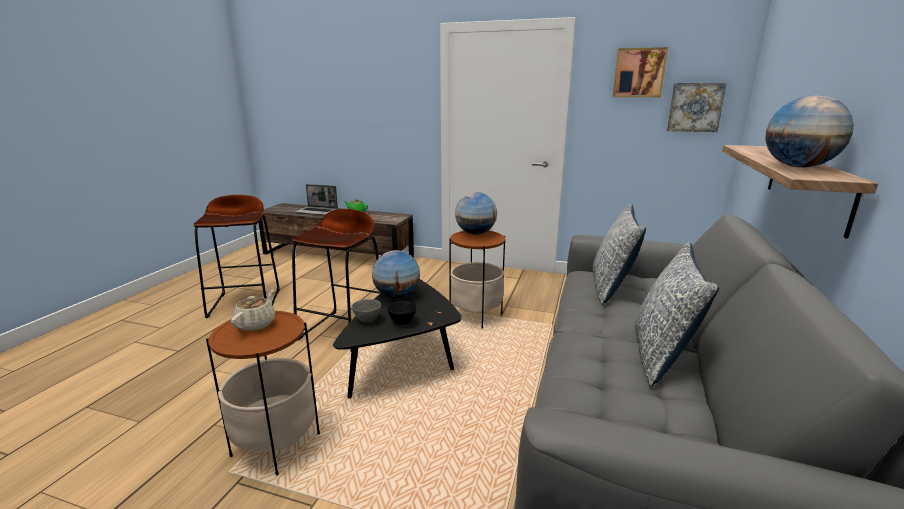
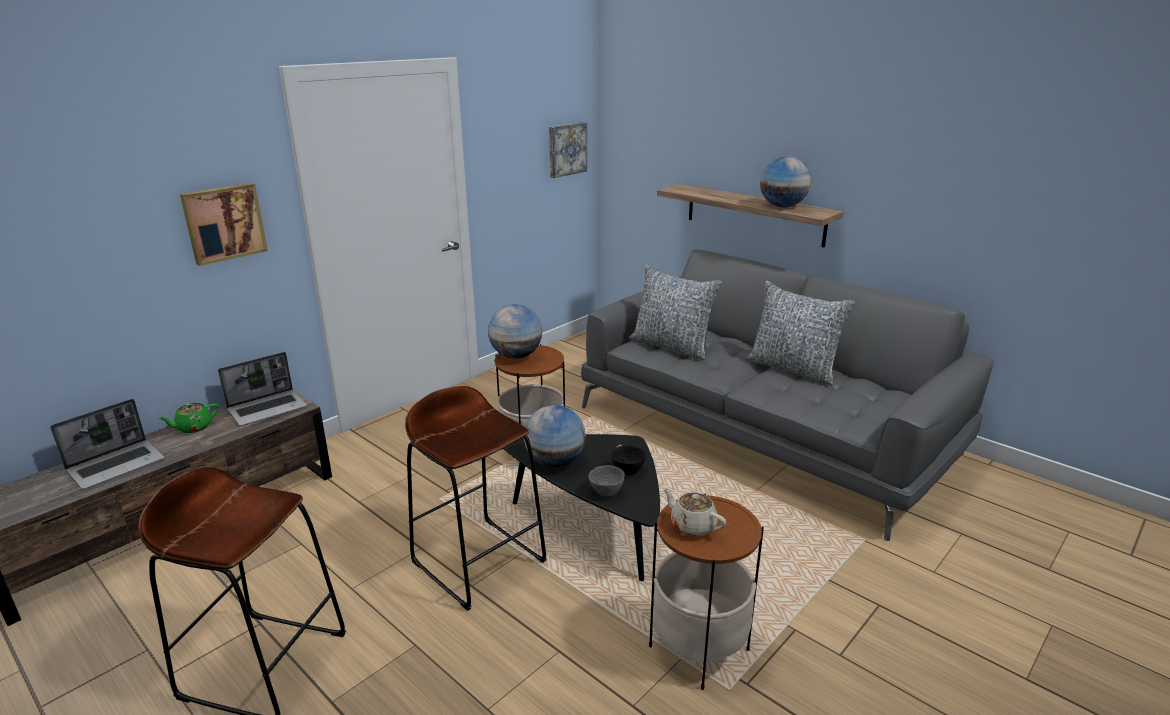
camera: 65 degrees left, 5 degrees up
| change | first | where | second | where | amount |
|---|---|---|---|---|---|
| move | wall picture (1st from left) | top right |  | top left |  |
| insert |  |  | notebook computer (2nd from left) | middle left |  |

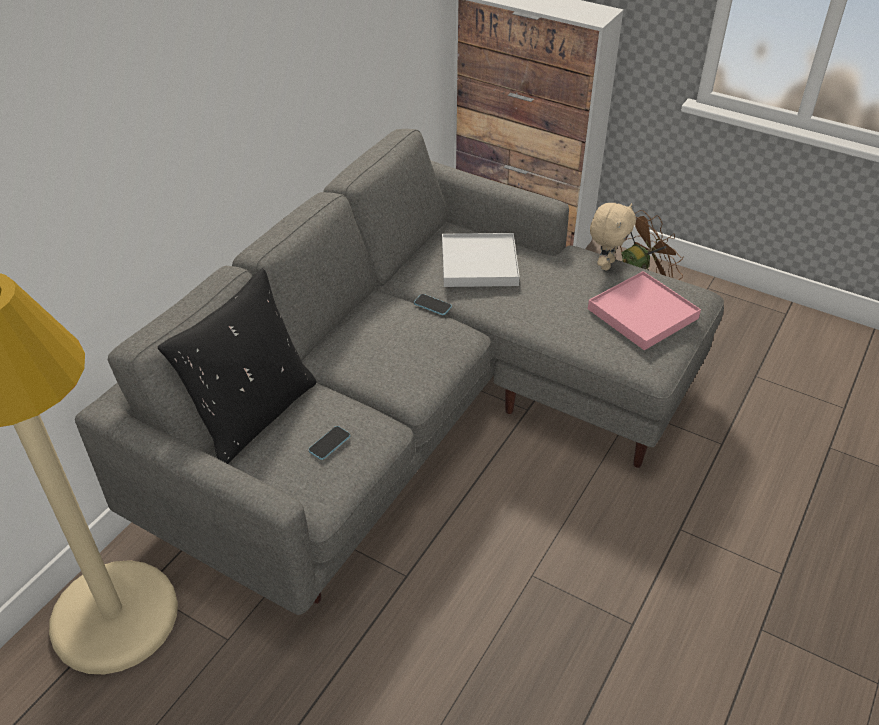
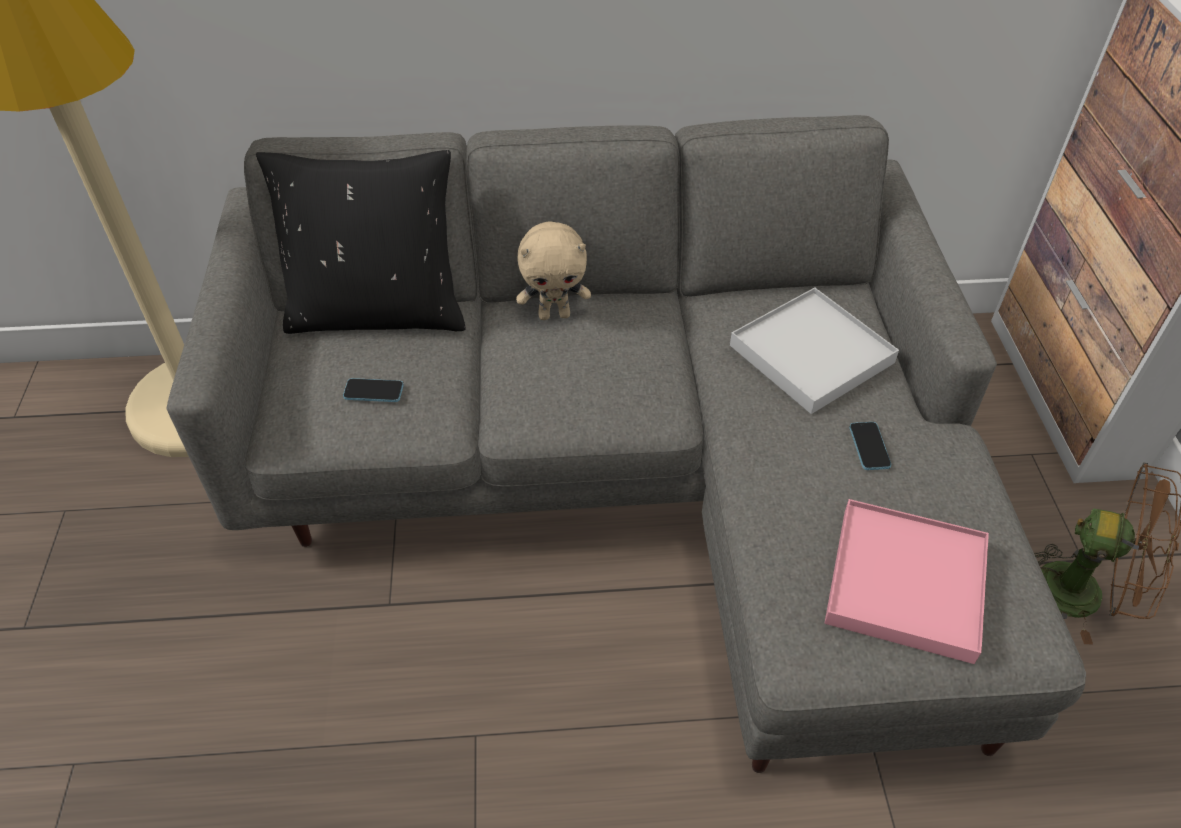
camera: 55 degrees right, 5 degrees up
| change | first | where | second | where | amount |
|---|---|---|---|---|---|
| move | beige-coloured cuddly toy | top right |  | top centre |  |
| move | handset (2nd from left) | centre |  | middle right |  |

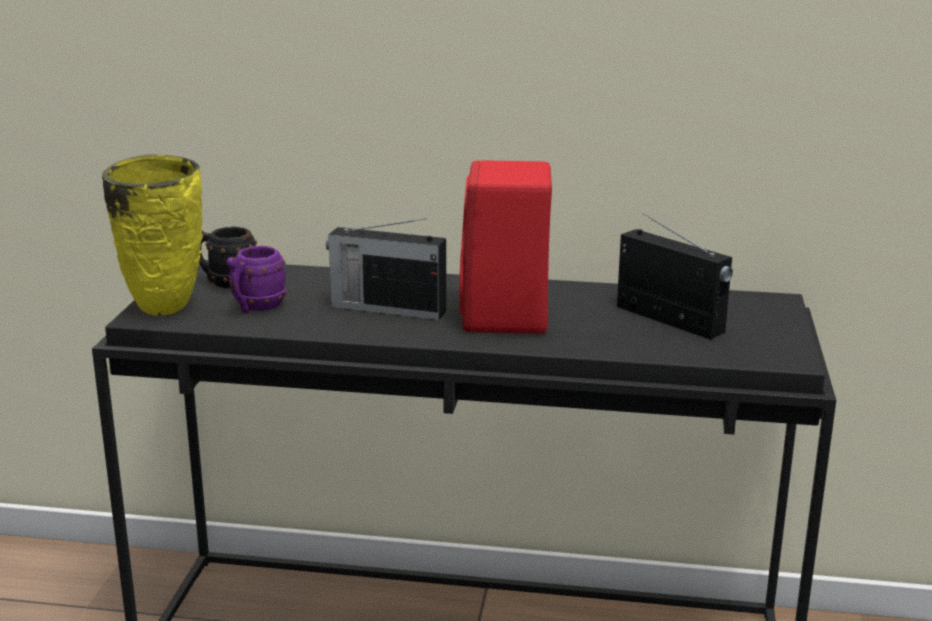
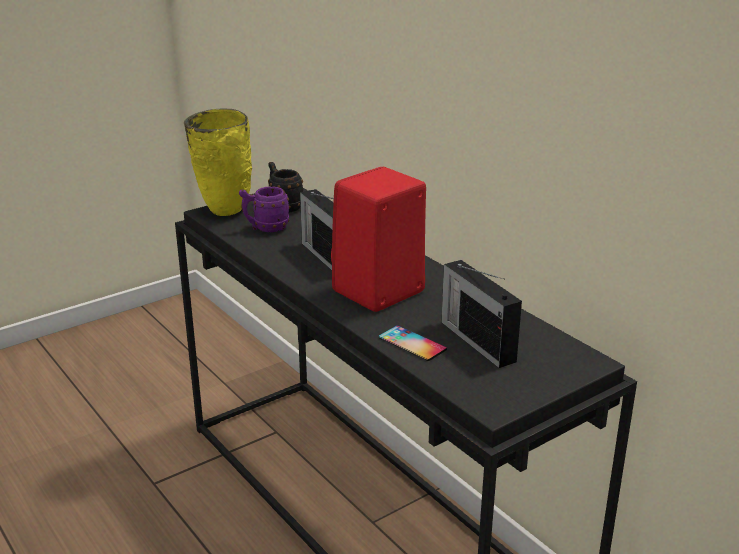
camera: 45 degrees right, 5 degrees up
| change | first | where | second | where | amount |
|---|---|---|---|---|---|
| rotate | radio set (2nd from left) | middle right |  | centre | 150 degrees clockwise |
| insert |  |  | handset | centre |  |

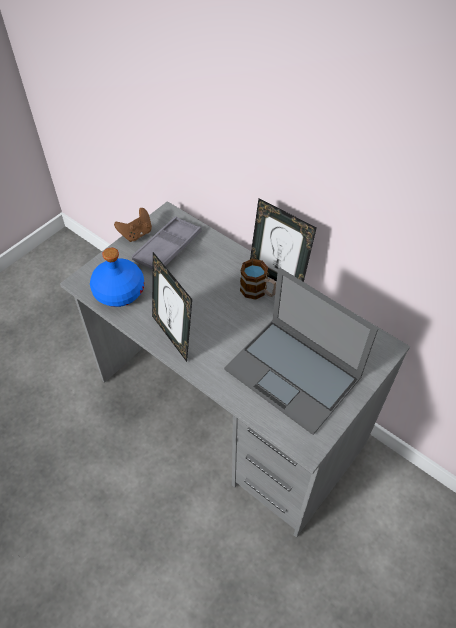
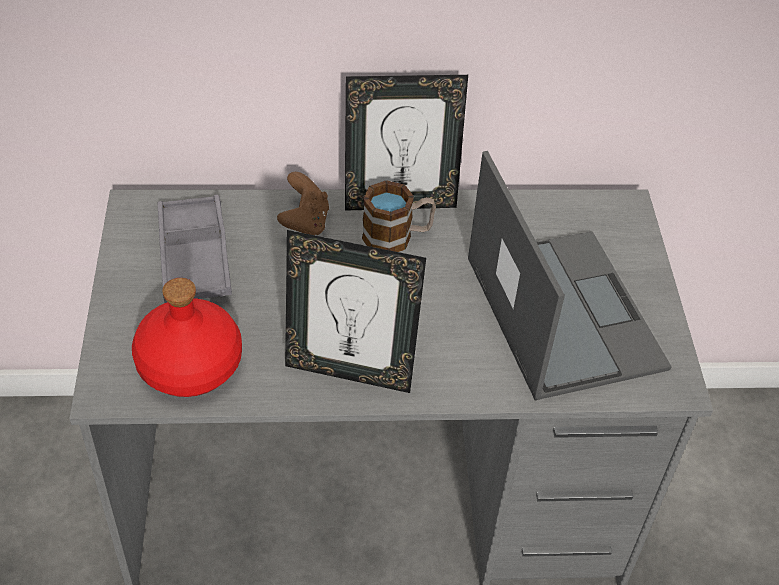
camera: 45 degrees left, 5 degrees down
| change | first | where | second | where | amount |
|---|---|---|---|---|---|
| move | brown joypad | middle left |  | centre |  |
| recolor | blue-coloured drink bottle | middle left | red drink bottle | middle left |  |
| rotate | notebook computer | centre |  | middle right | 105 degrees counterclockwise |

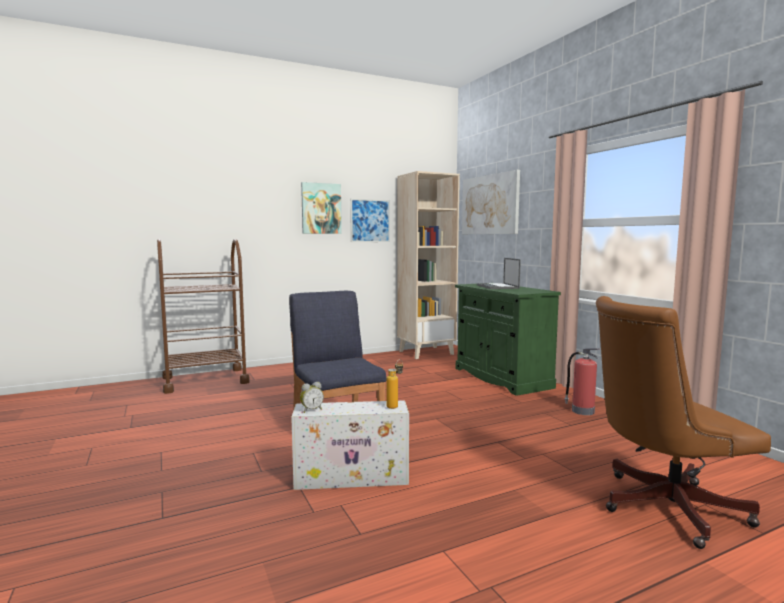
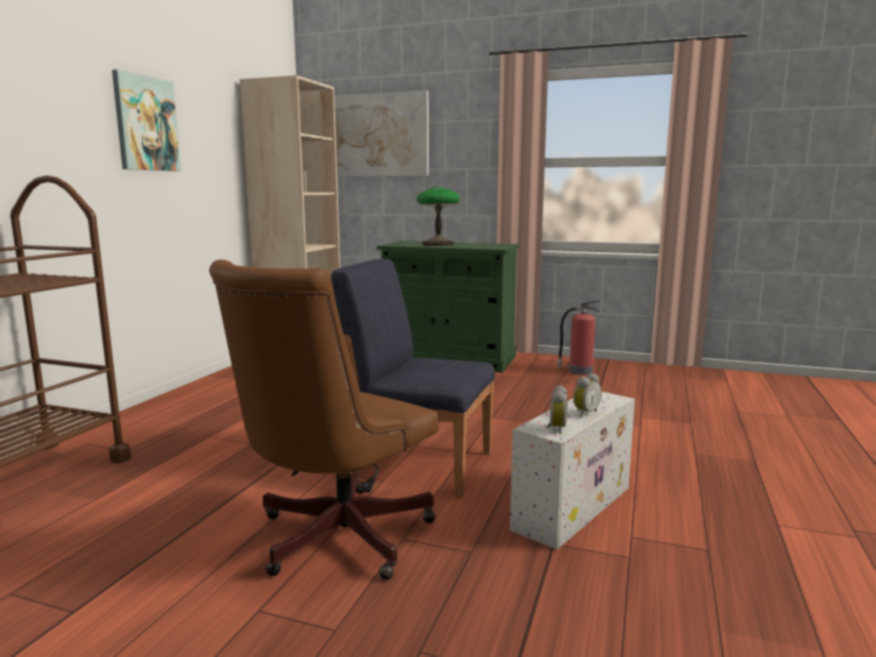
camera: 45 degrees left, 5 degrees up
| change | first | where | second | where | amount |
|---|---|---|---|---|---|
| delete | wall picture (2nd from left) | centre |  |  |  |
| replace | notebook computer | centre | lamp for a table | top centre |  |
| move | brown computer chair | bottom right |  | centre |  |
| delete | drink bottle | centre |  |  |  |
| insert |  |  | bedside clock (2nd from left) | middle right |  |

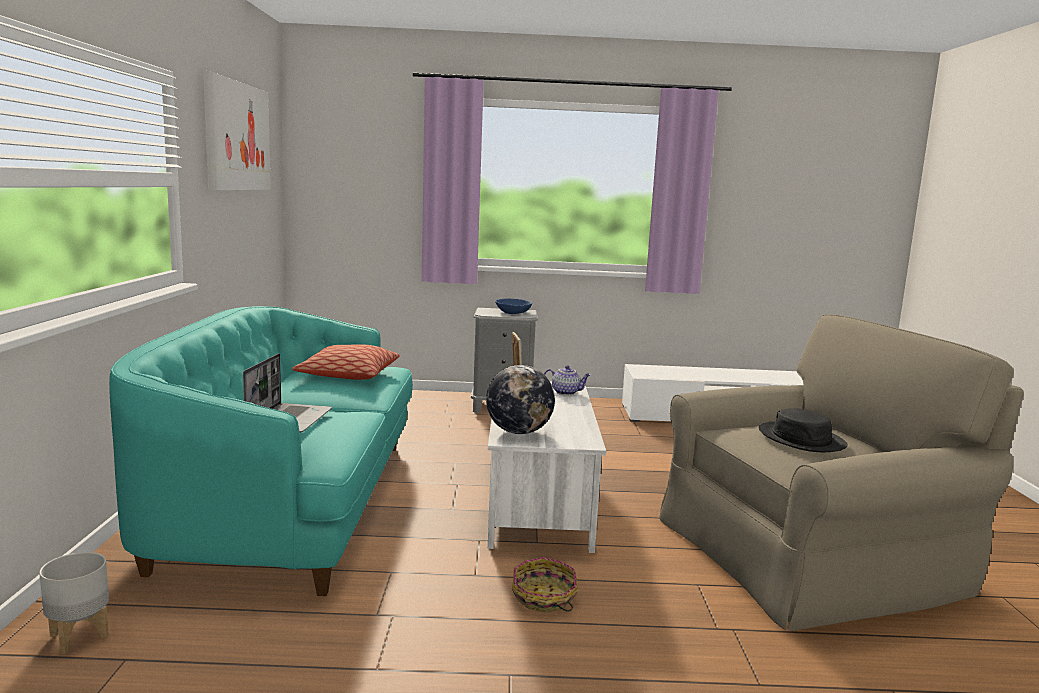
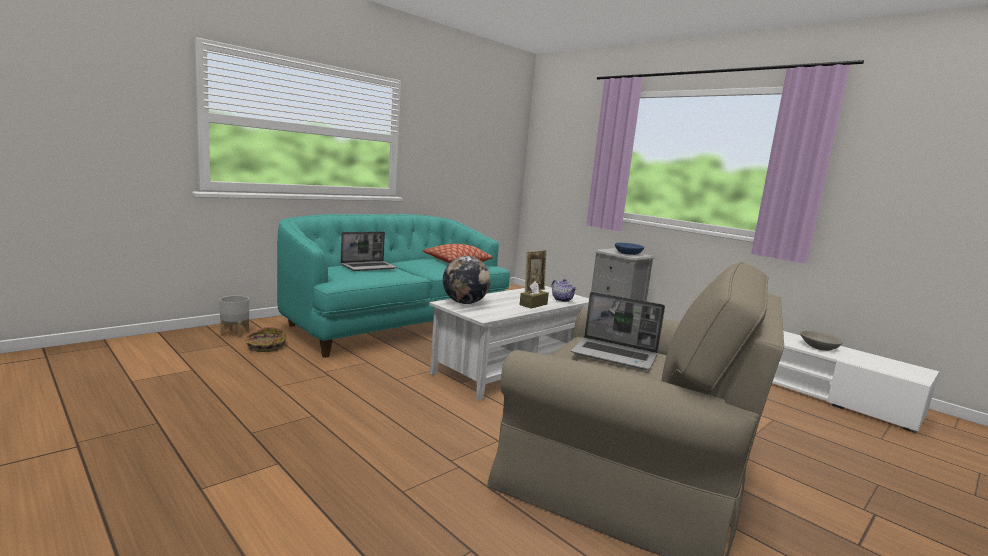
camera: 45 degrees right, 0 degrees up
| change | first | where | second | where | amount |
|---|---|---|---|---|---|
| delete | wall picture | top left |  |  |  |
| replace | black-coloured wearable hat | middle right | notebook computer (2nd from left) | centre |  |
| move | household basket | bottom centre |  | middle left |  |
| insert |  |  | brown box of tissues | centre |  |
| insert |  |  | grey serving bowl | middle right |  |

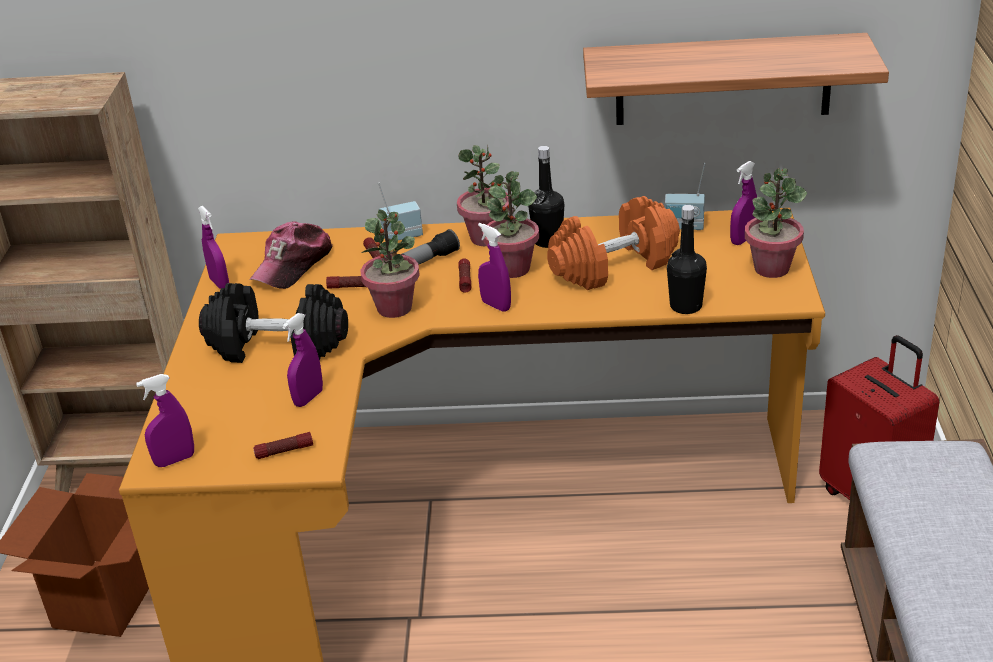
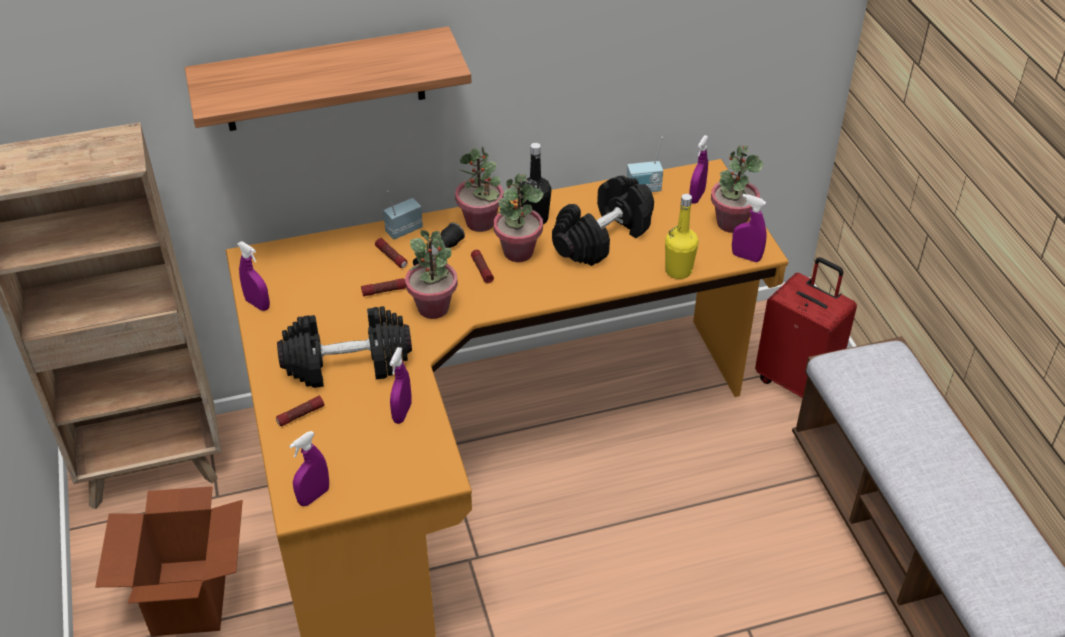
camera: 20 degrees left, 10 degrees up
| change | first | where | second | where | amount |
|---|---|---|---|---|---|
| move | wall shelf | top right |  | top left |  |
| recolor | orange free weight | centre | black-coloured free weight (2nd from left) | centre |  |
| recolor | black-coloured drink bottle (2nd from left) | middle right | yellowish drink bottle | centre |  |
| delete | peaked cap | middle left |  |  |  |
| move | purple-coloured sprayer (4th from left in the first image) | centre | purple-coloured sprayer (5th from left) | middle right |  |
| move | flashlight (1st from left) | bottom left |  | middle left |  |

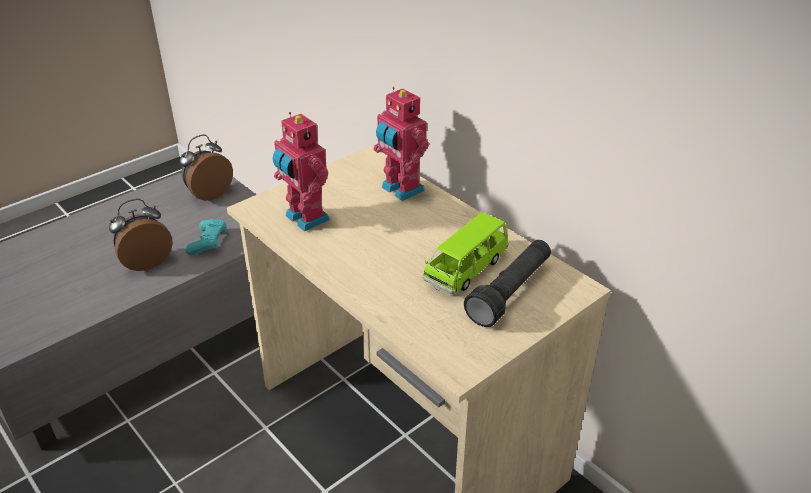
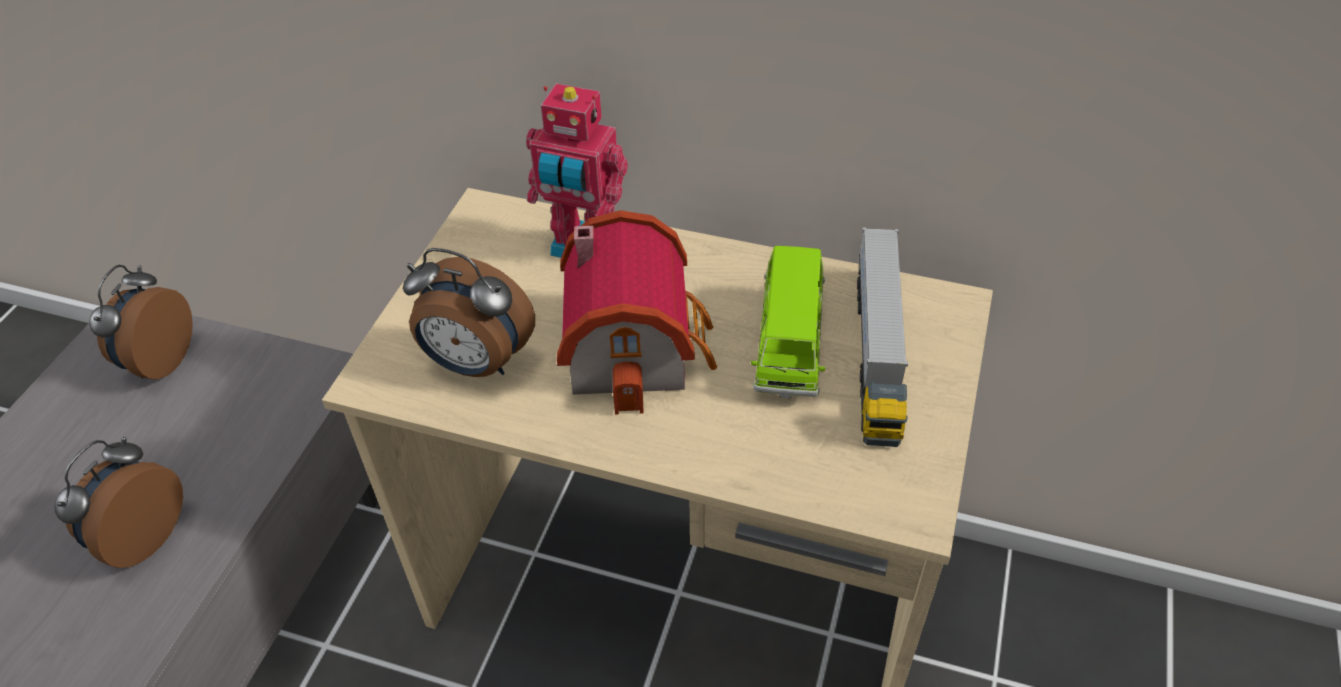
camera: 30 degrees left, 10 degrees up
| change | first | where | second | where | amount |
|---|---|---|---|---|---|
| replace | model robot (1st from left) | centre | bedside clock (3rd from left) | centre |  |
| delete | turquoise joypad | middle left |  |  |  |
| replace | black-coloured flashlight | centre | toy lorry | centre |  |
| insert |  |  | miniature house | centre |  |

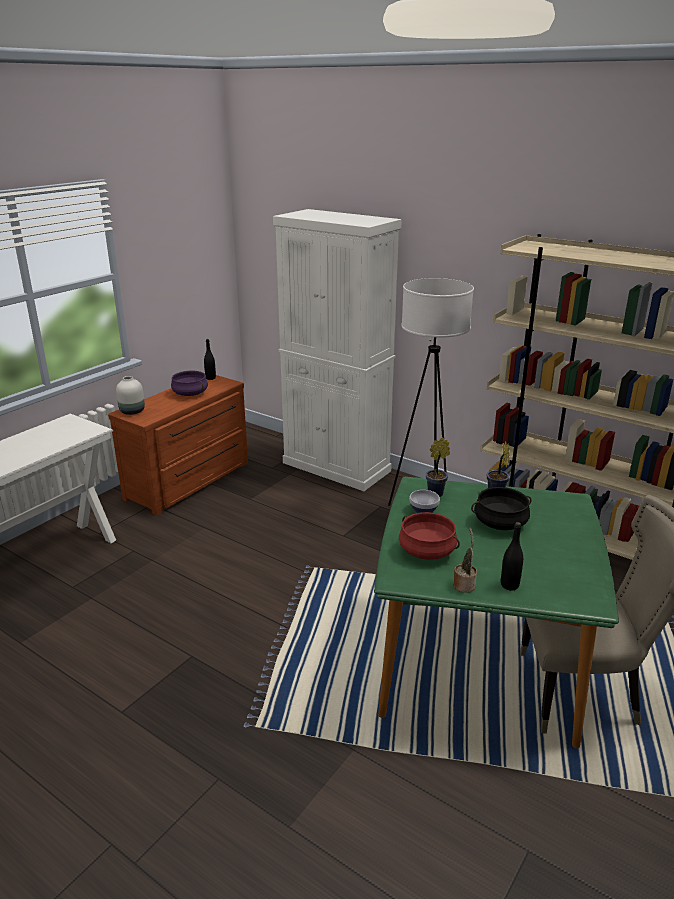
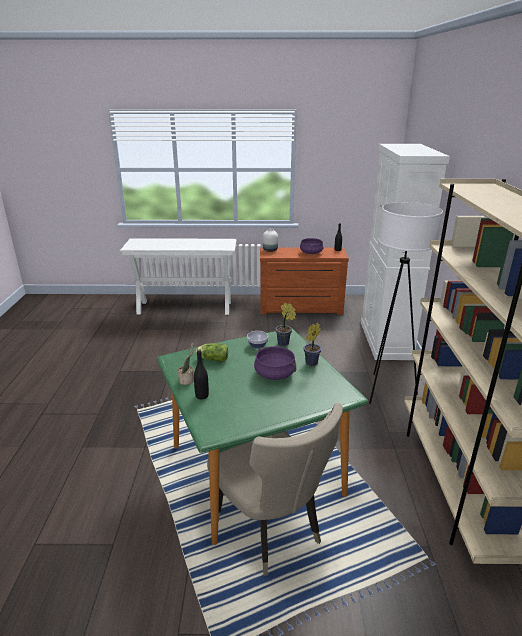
camera: 55 degrees right, 0 degrees up
| change | first | where | second | where | amount |
|---|---|---|---|---|---|
| recolor | black-coloured cooking pot | middle right | purple-coloured cooking pot (1st from left) | centre |  |
| replace | red cooking pot | centre | head of lettuce | centre |  |

